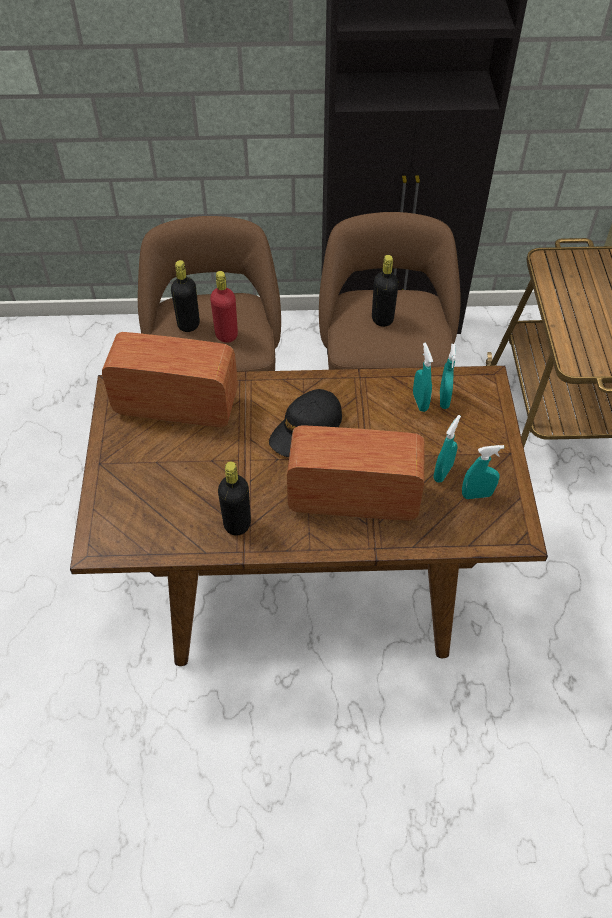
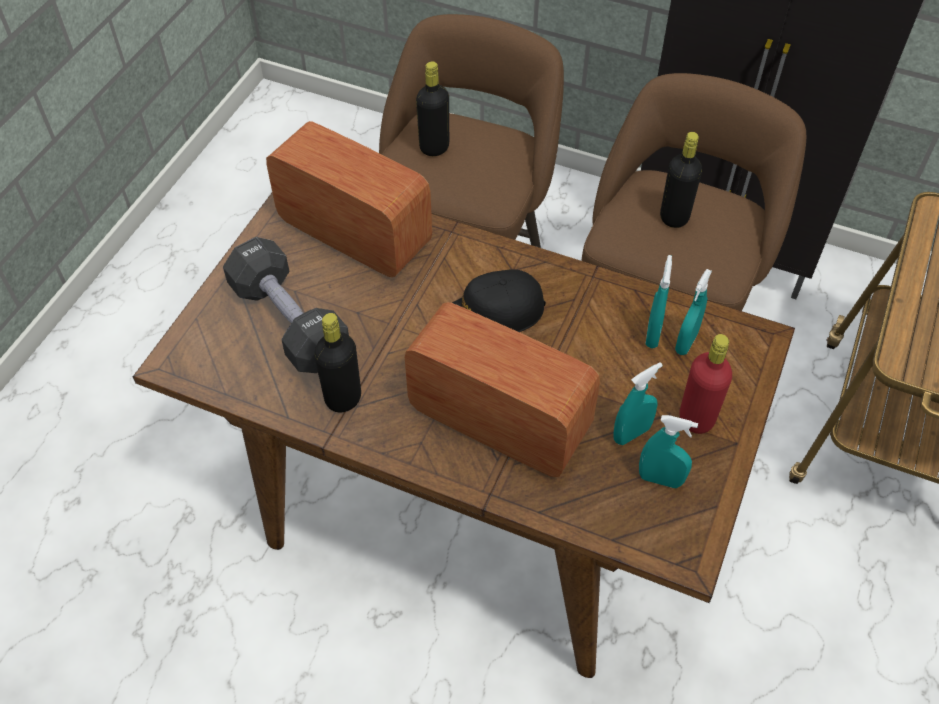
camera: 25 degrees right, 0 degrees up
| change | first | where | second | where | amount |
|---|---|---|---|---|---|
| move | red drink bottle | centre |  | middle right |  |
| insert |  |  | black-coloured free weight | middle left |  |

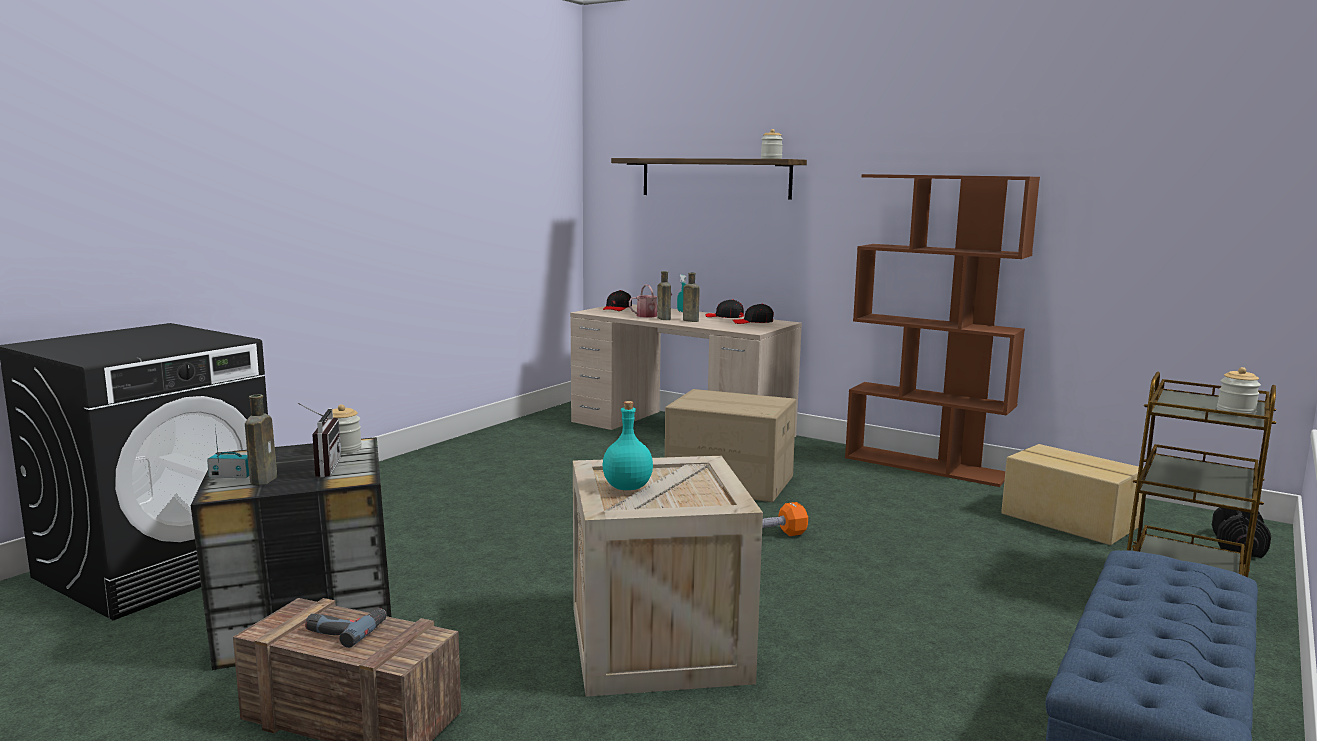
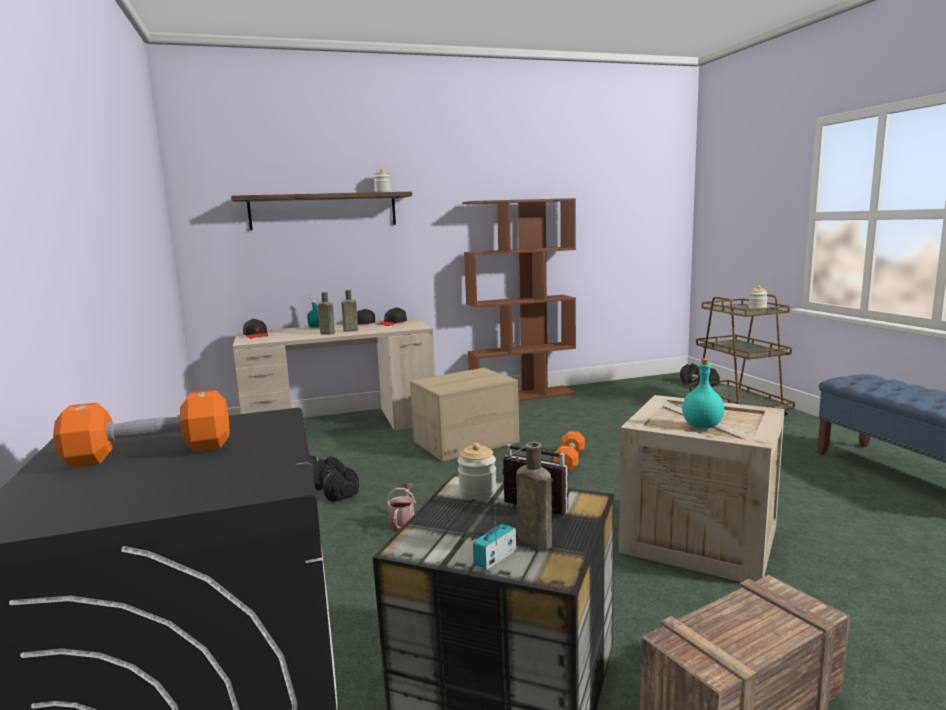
camera: 50 degrees left, 0 degrees up
| change | first | where | second | where | amount |
|---|---|---|---|---|---|
| move | watering pot | centre |  | bottom centre |  |
| delete | packing box (2nd from left) | bottom right |  |  |  |
| delete | electric drill | bottom left |  |  |  |
| insert |  |  | orange free weight (1st from left) | middle left |  |
| insert |  |  | black-coloured free weight (1st from left) | bottom centre |  |

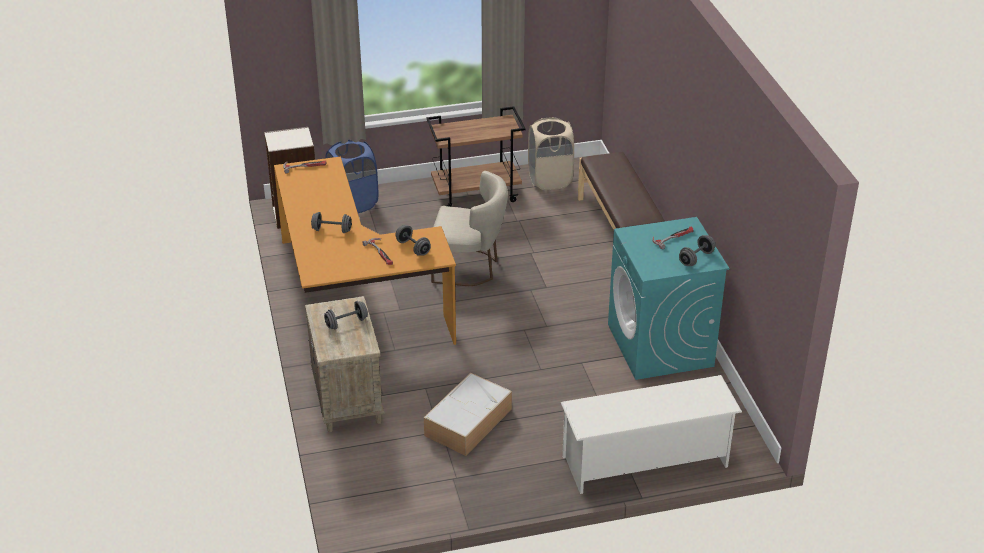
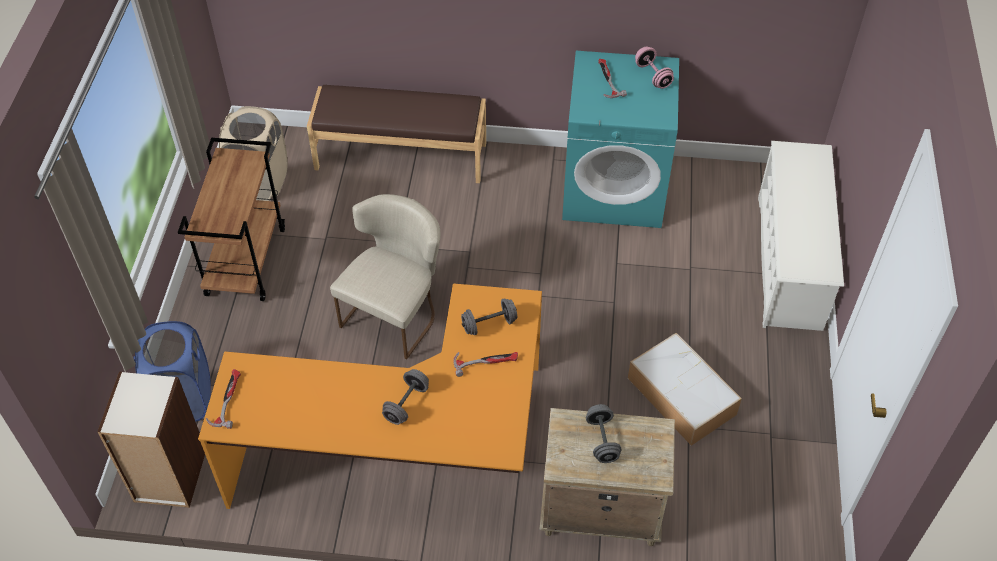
camera: 70 degrees left, 15 degrees up
| change | first | where | second | where | amount |
|---|---|---|---|---|---|
| recolor | grey free weight (4th from left) | middle right | pink free weight | top centre |  |

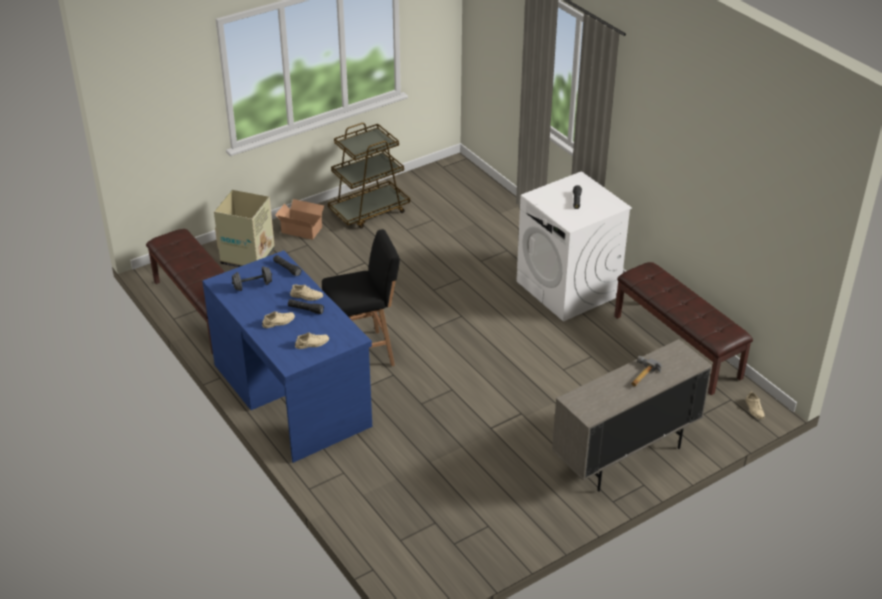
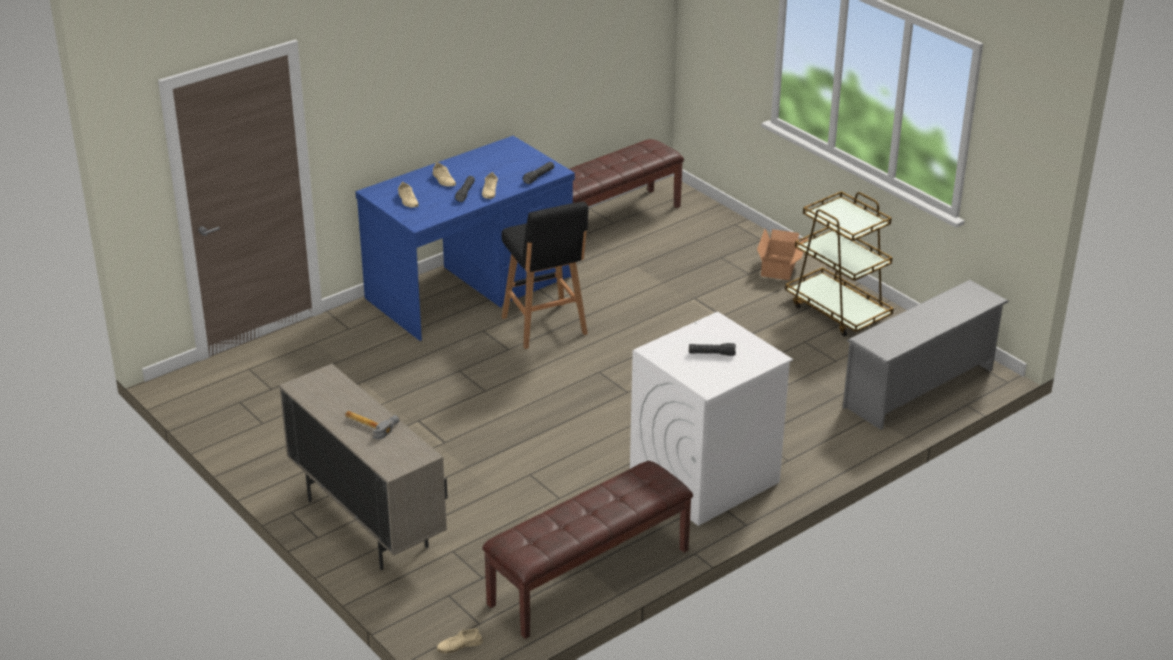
camera: 85 degrees right, 5 degrees down
| change | first | where | second | where | amount |
|---|---|---|---|---|---|
| delete | packing box (1st from left) | middle left |  |  |  |
| delete | grey free weight | middle left |  |  |  |
| insert |  |  | grey shoe rack | middle right |  |

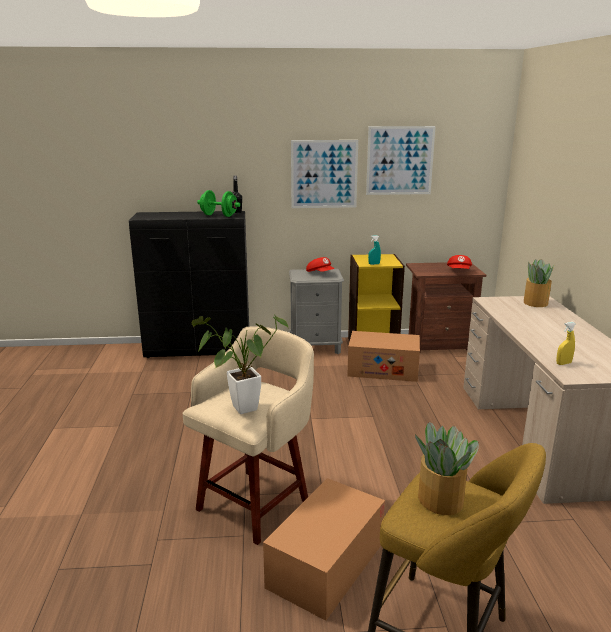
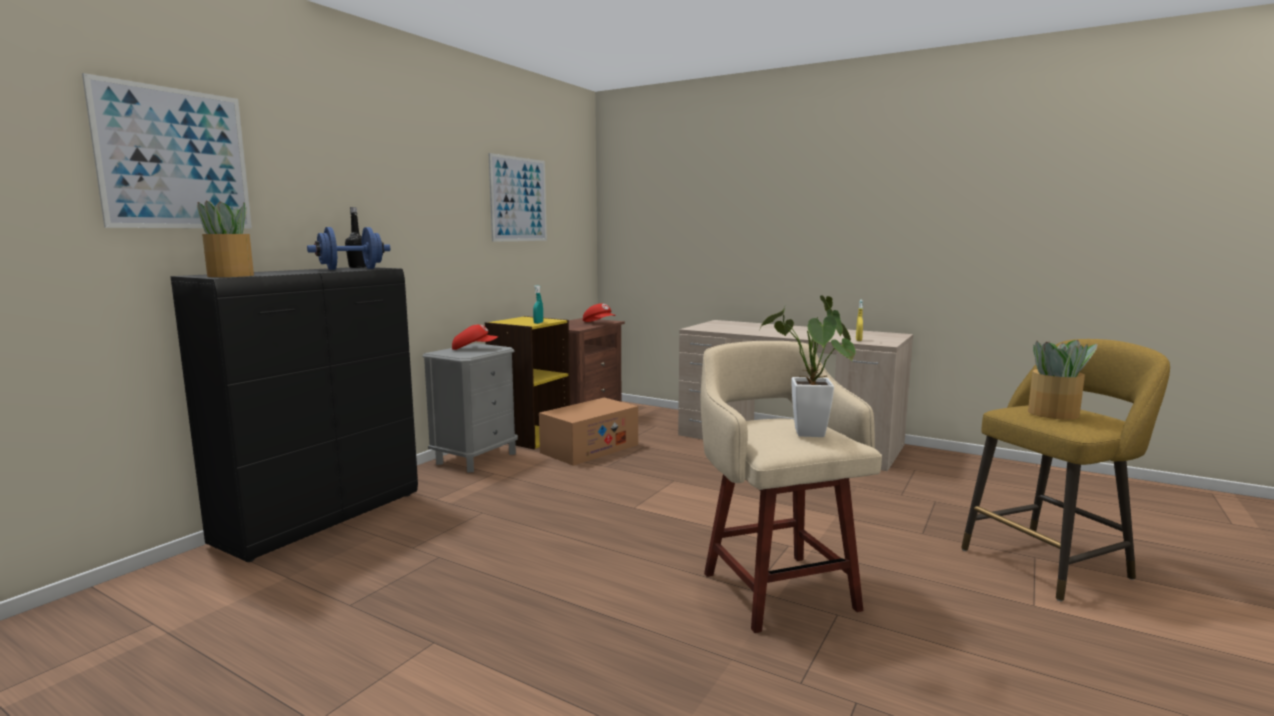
camera: 55 degrees left, 10 degrees down
| change | first | where | second | where | amount |
|---|---|---|---|---|---|
| move | wall picture (1st from left) | top centre |  | top left |  |
| recolor | greenish free weight | top centre | blue-coloured free weight | middle left |  |
| move | houseplant (3rd from left in the first image) | middle right | houseplant (1st from left) | top left |  |
| delete | packing box (1st from left) | bottom centre |  |  |  |

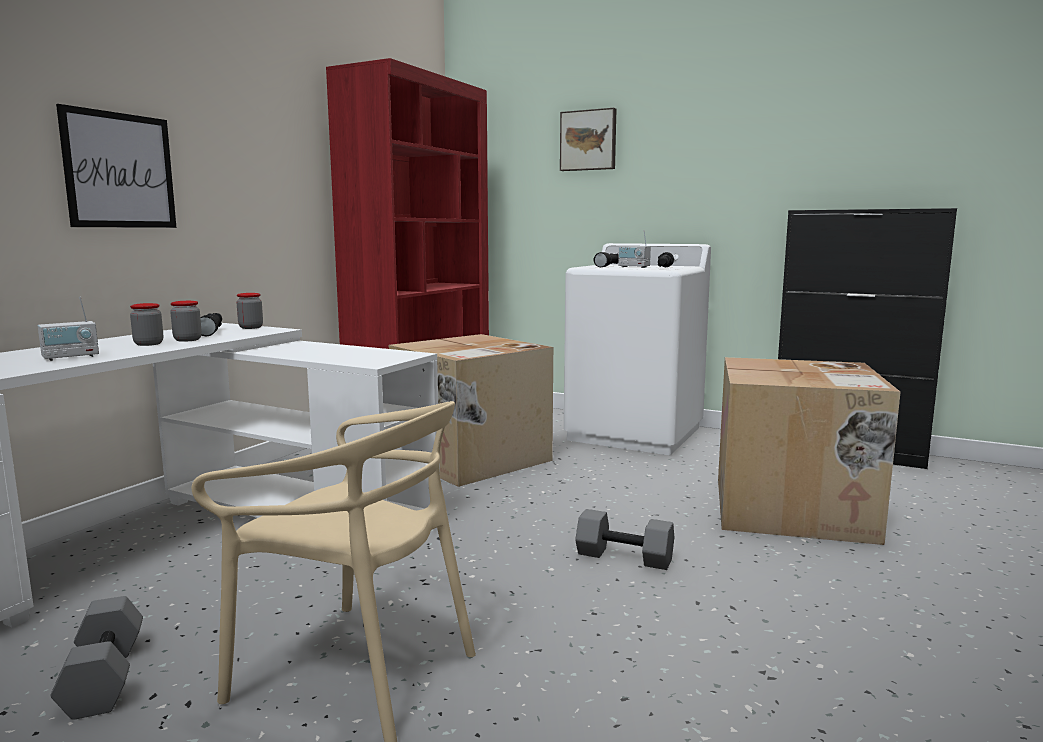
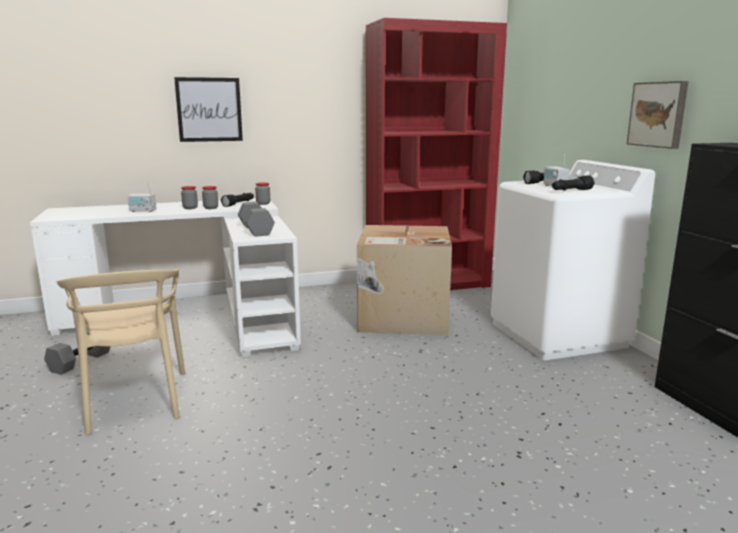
camera: 45 degrees right, 5 degrees up
| change | first | where | second | where | amount |
|---|---|---|---|---|---|
| move | wall picture (2nd from left) | top centre |  | top right |  |
| delete | packing box (2nd from left) | middle right |  |  |  |
| move | grey free weight (2nd from left) | bottom centre |  | centre |  |

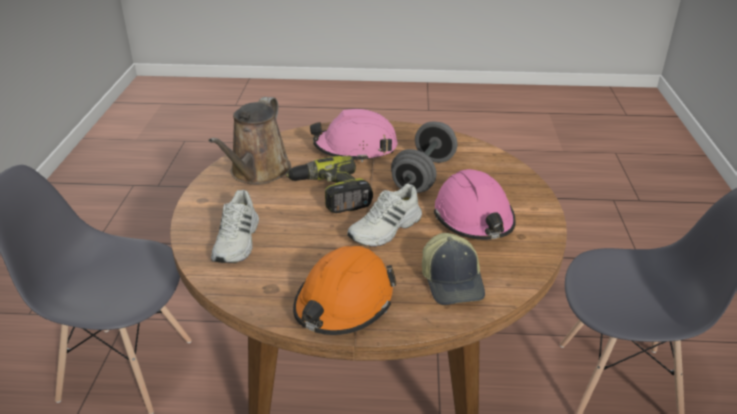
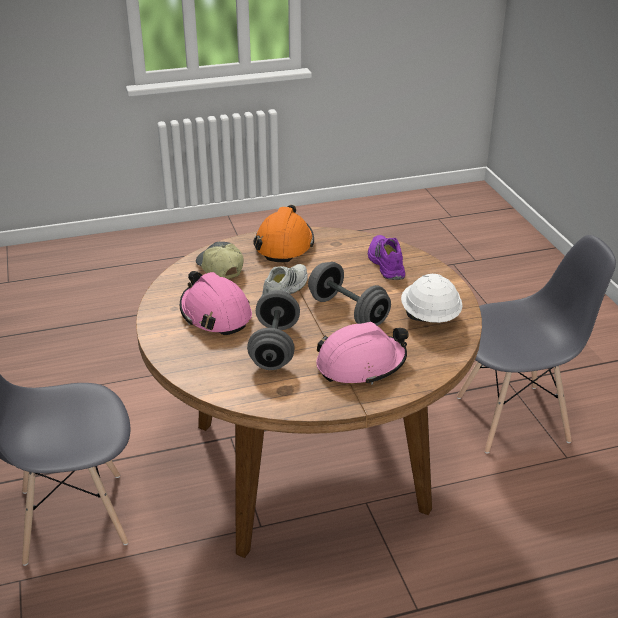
camera: 160 degrees right, 0 degrees up
| change | first | where | second | where | amount |
|---|---|---|---|---|---|
| replace | brown watering pot | centre | white safety helmet | middle right |  |
| replace | electric drill | centre | grey free weight (2nd from left) | centre |  |
| recolor | white item of footwear (1st from left) | middle left | purple-coloured item of footwear | centre |  |

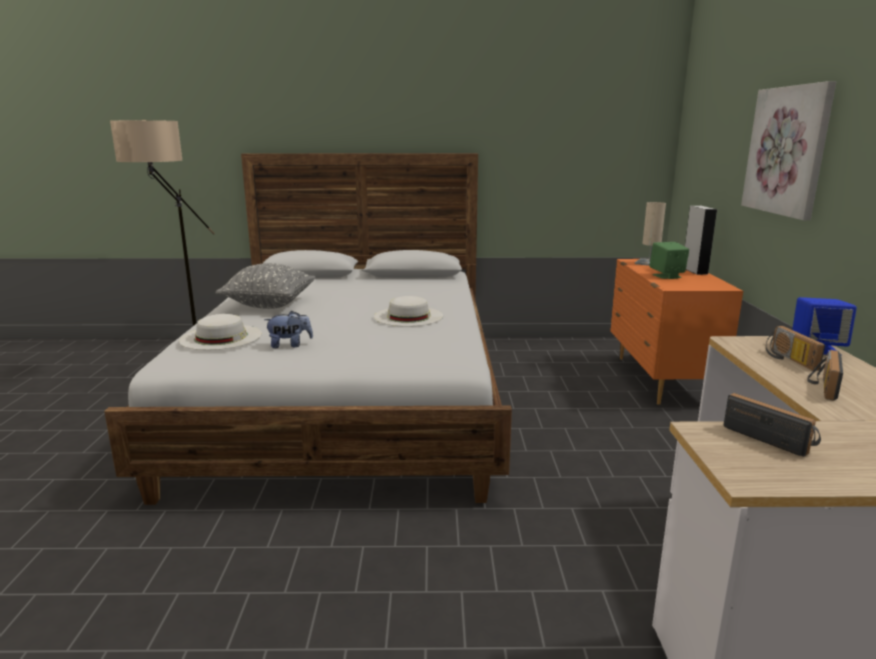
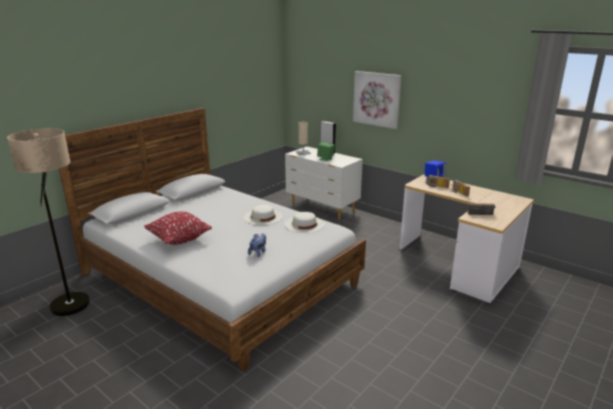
camera: 50 degrees left, 5 degrees up
| change | first | where | second | where | amount |
|---|---|---|---|---|---|
| recolor | orange chest of drawers | middle right | white chest of drawers | centre |  |
| recolor | grey pillow | middle left | red pillow | middle left |  |
| move | white wearable hat (1st from left in the first image) | middle left | white wearable hat (2nd from left) | centre |  |

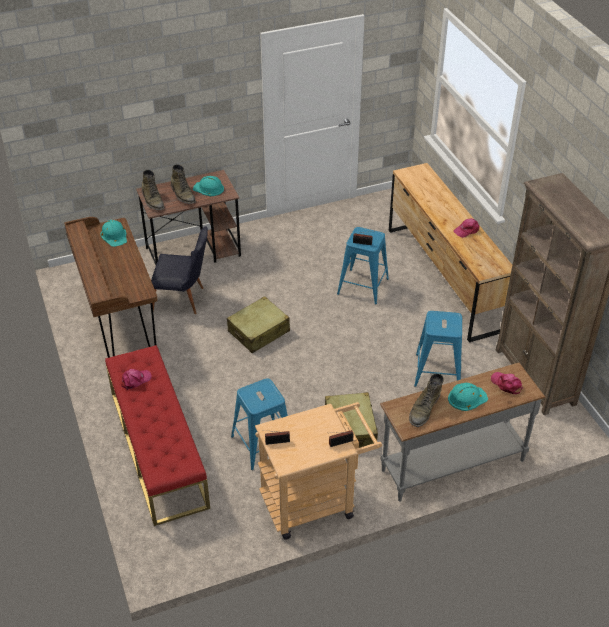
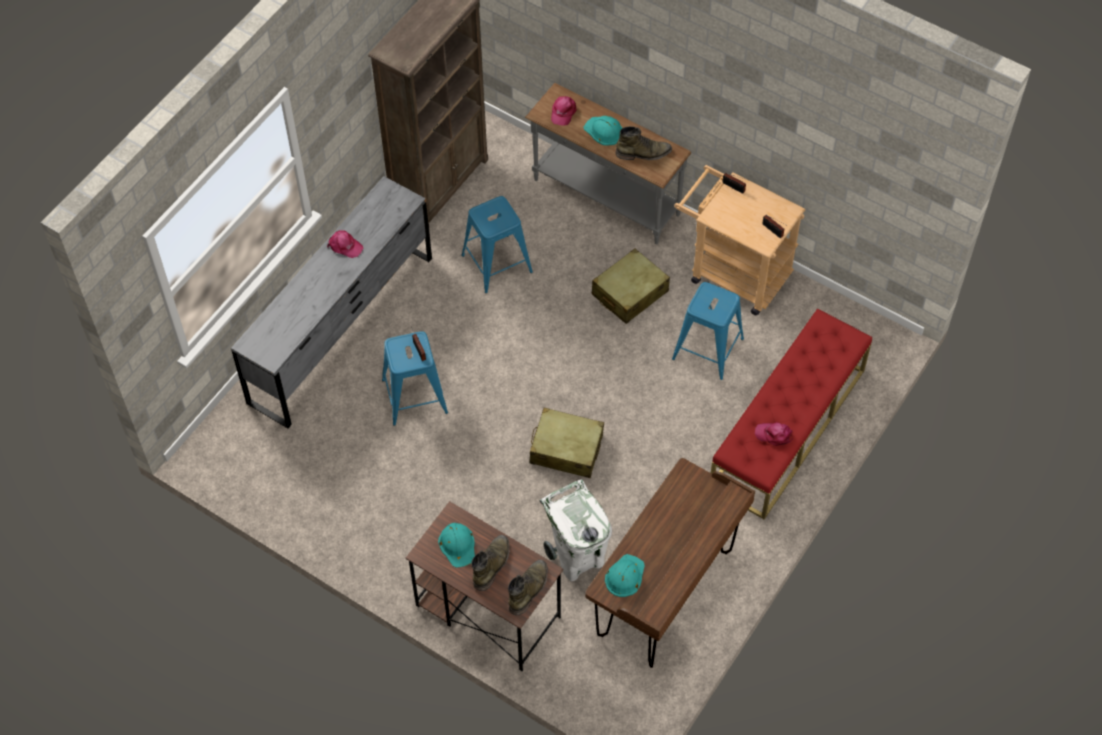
camera: 125 degrees left, 15 degrees up
| change | first | where | second | where | amount |
|---|---|---|---|---|---|
| recolor | brown chest of drawers | middle right | grey chest of drawers | middle left |  |
| replace | black-coloured chair | middle left | white trash can | bottom centre |  |

